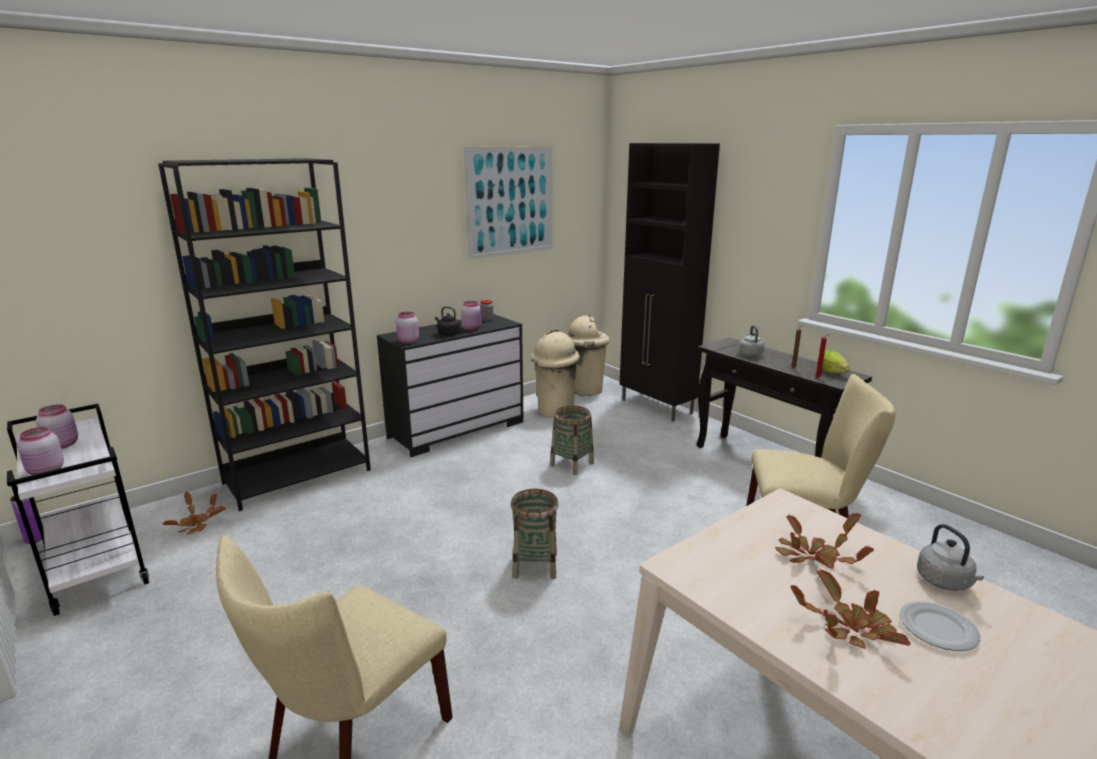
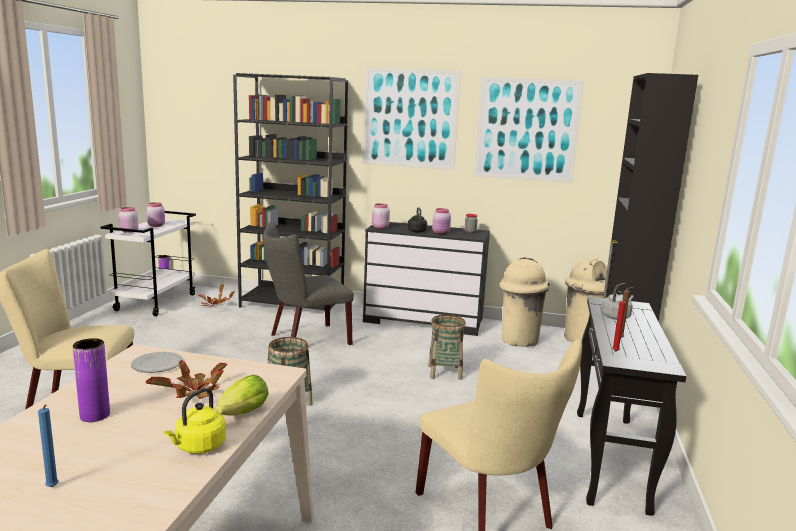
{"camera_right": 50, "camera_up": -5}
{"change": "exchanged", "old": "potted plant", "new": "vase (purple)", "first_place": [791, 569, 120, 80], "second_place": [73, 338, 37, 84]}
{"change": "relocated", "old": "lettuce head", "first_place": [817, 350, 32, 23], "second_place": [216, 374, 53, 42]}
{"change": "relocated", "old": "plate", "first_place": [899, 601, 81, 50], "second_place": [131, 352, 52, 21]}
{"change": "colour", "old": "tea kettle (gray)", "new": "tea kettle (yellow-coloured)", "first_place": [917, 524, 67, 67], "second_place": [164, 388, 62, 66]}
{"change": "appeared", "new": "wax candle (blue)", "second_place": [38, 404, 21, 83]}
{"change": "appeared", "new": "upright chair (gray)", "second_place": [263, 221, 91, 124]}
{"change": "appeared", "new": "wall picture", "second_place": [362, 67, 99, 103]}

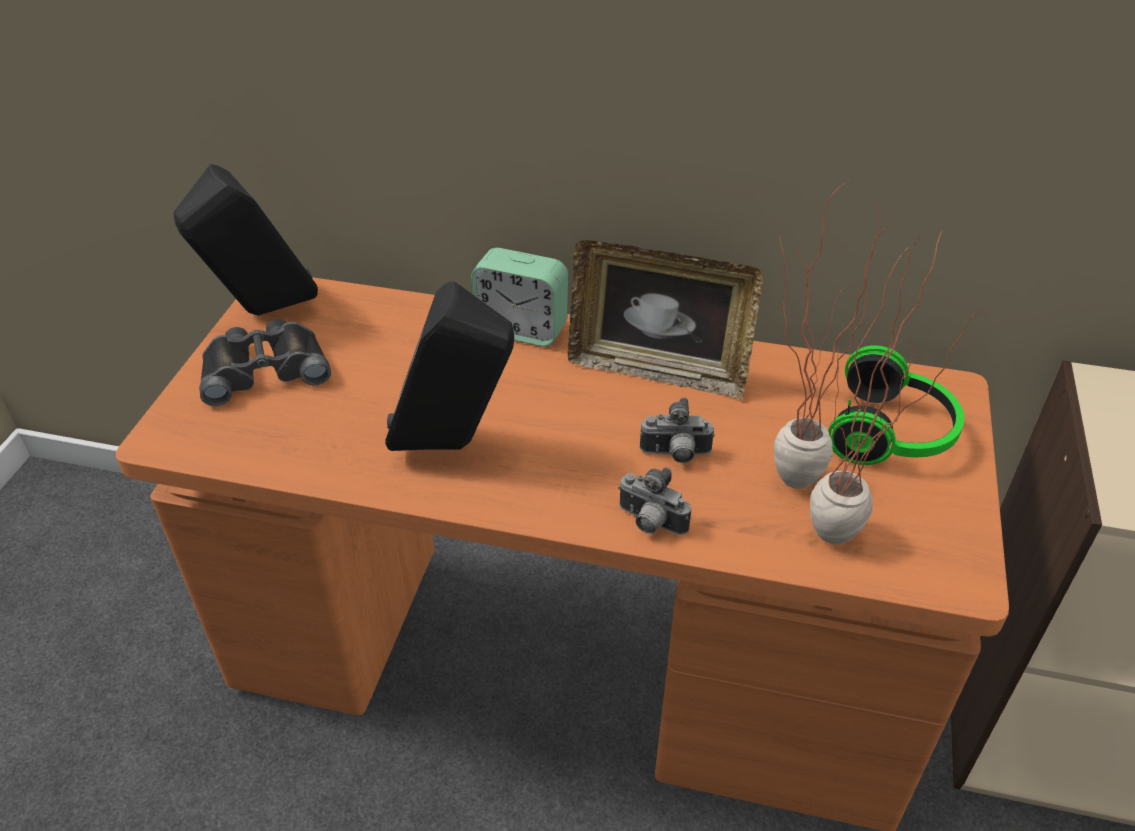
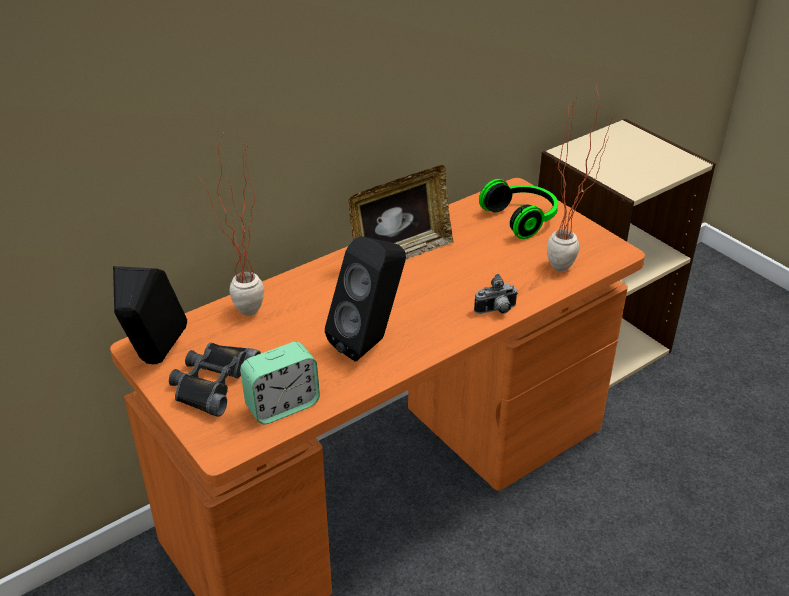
{"camera_right": -50, "camera_up": -5}
{"change": "relocated", "old": "alarm clock", "first_place": [471, 248, 97, 99], "second_place": [240, 342, 80, 82]}
{"change": "missing", "old": "still camera", "first_place": [640, 398, 75, 65]}
{"change": "relocated", "old": "potted plant", "first_place": [774, 181, 115, 308], "second_place": [199, 130, 65, 186]}

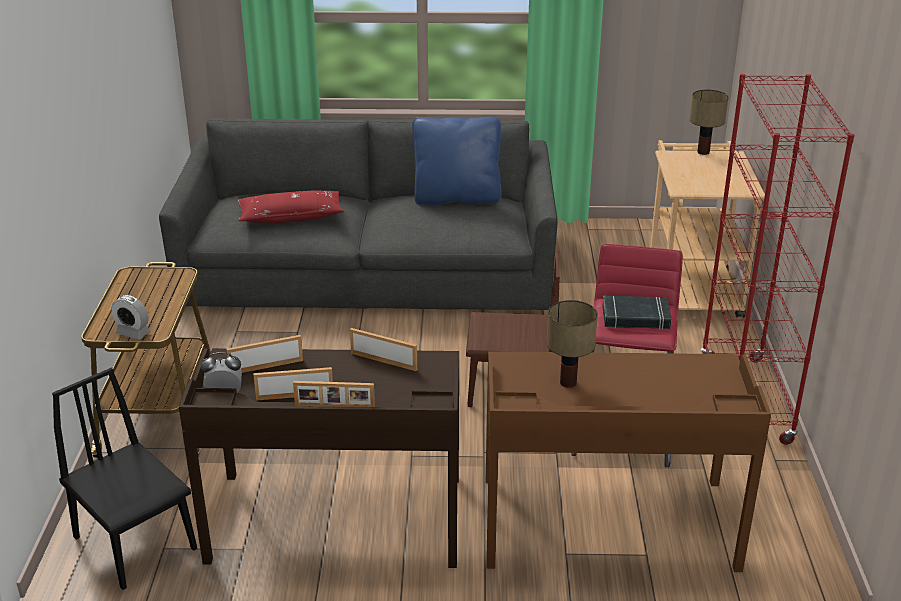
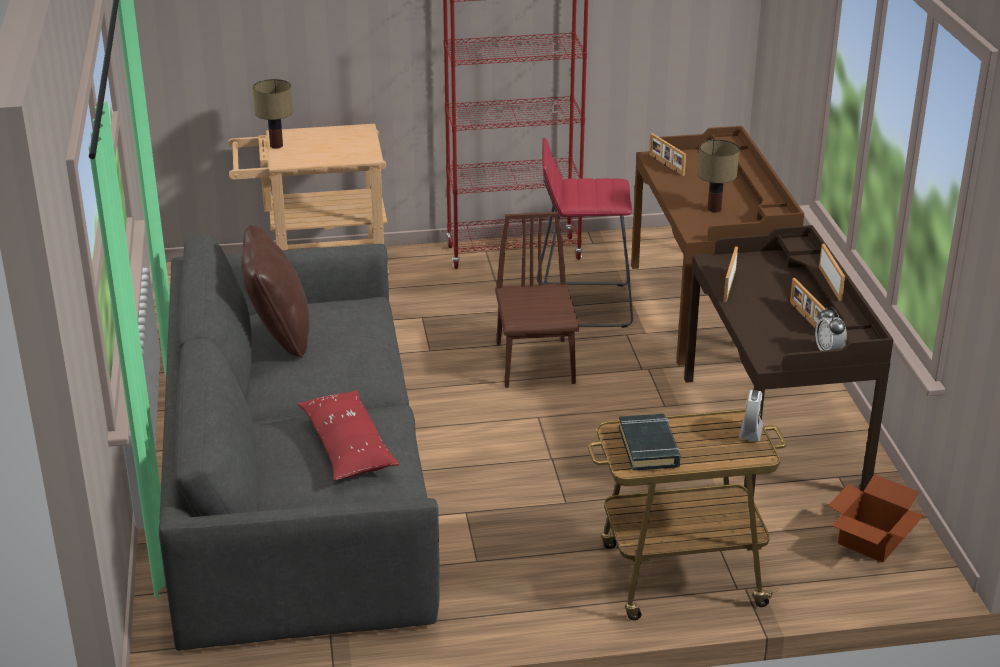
{"camera_right": -100, "camera_up": 0}
{"change": "exchanged", "old": "upright chair (black)", "new": "carton", "first_place": [52, 368, 145, 222], "second_place": [828, 474, 96, 89]}
{"change": "relocated", "old": "picture frame", "first_place": [227, 335, 76, 38], "second_place": [649, 133, 37, 43]}
{"change": "colour", "old": "cushion (blue)", "new": "cushion (brown)", "first_place": [412, 117, 90, 88], "second_place": [241, 224, 68, 134]}
{"change": "relocated", "old": "bound book (black)", "first_place": [602, 296, 70, 34], "second_place": [619, 414, 62, 57]}

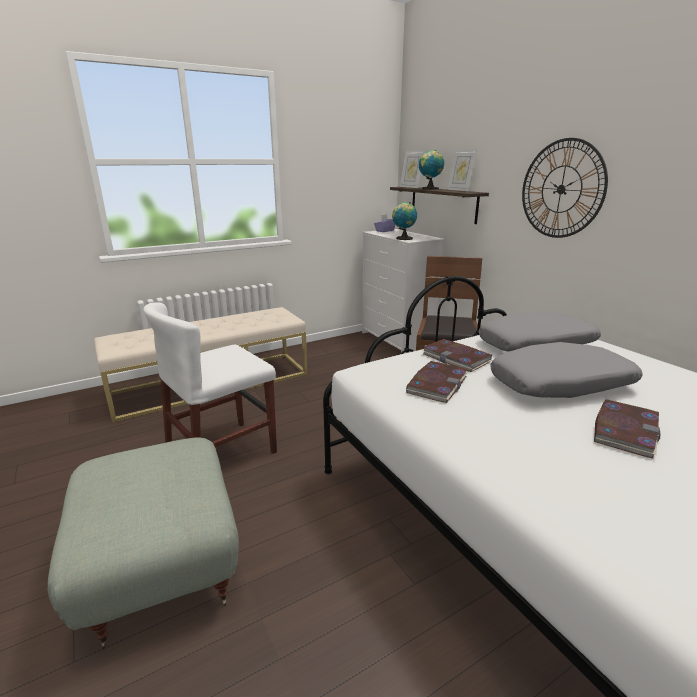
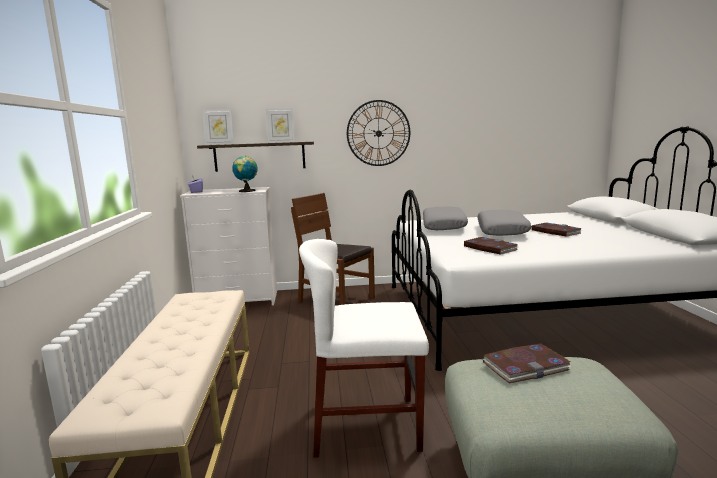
{"camera_right": -65, "camera_up": -10}
{"change": "spun", "old": "upright chair (white-coloured)", "first_place": [143, 302, 134, 152], "second_place": [299, 239, 130, 219], "degrees": 105}
{"change": "missing", "old": "desk globe", "first_place": [419, 150, 25, 40]}
{"change": "relocated", "old": "bound book", "first_place": [422, 339, 70, 33], "second_place": [483, 344, 88, 39]}

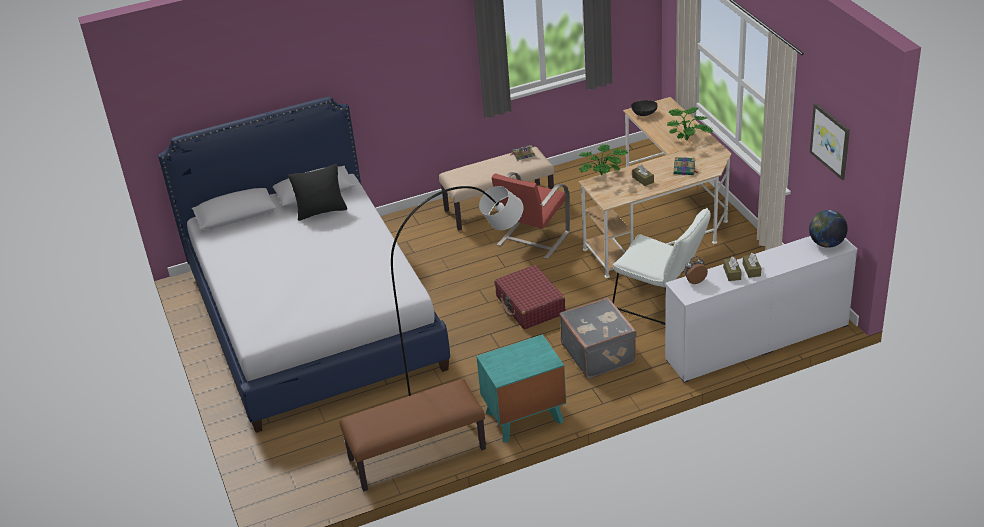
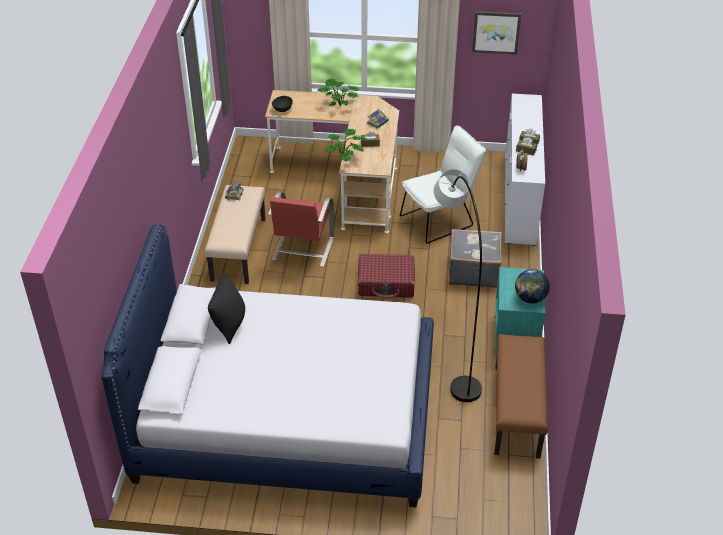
{"camera_right": -65, "camera_up": 5}
{"change": "spun", "old": "upright chair (reddish)", "first_place": [492, 172, 78, 87], "second_place": [268, 191, 66, 76], "degrees": 45}
{"change": "relocated", "old": "desk globe", "first_place": [809, 210, 39, 38], "second_place": [515, 269, 35, 35]}

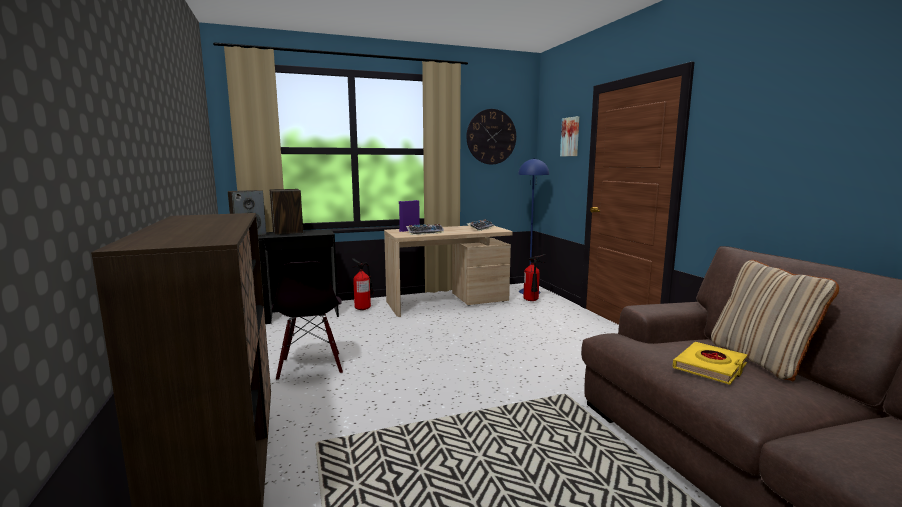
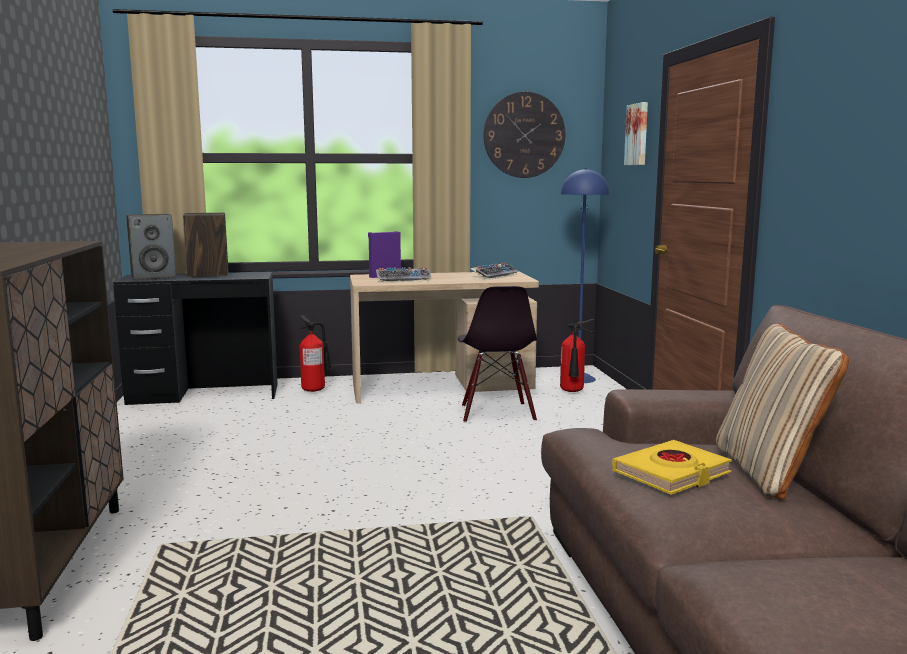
{"camera_right": 10, "camera_up": 0}
{"change": "relocated", "old": "upright chair (black)", "first_place": [271, 261, 72, 119], "second_place": [458, 286, 79, 137]}

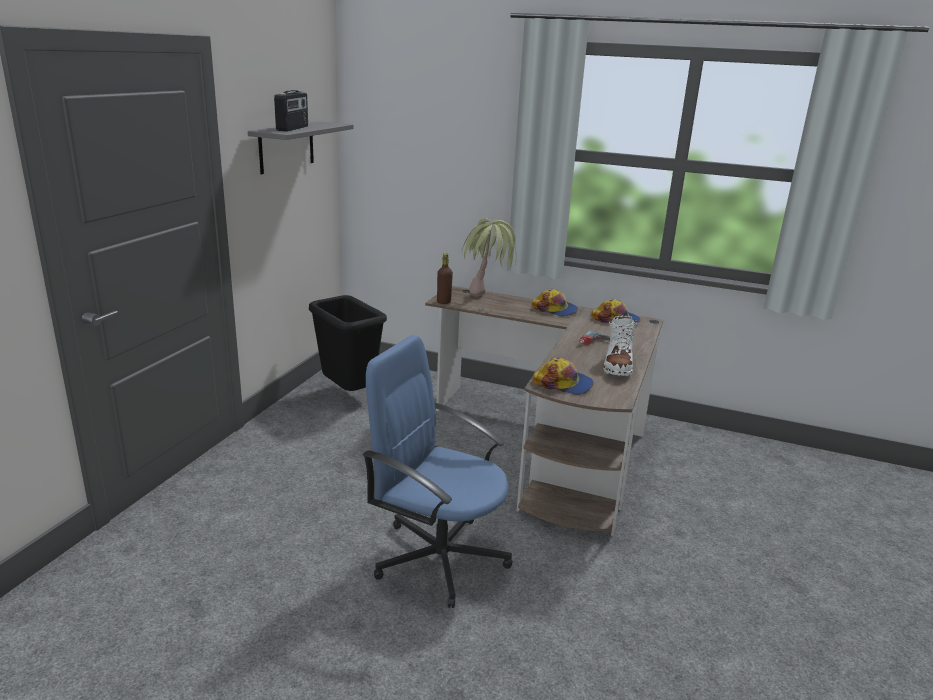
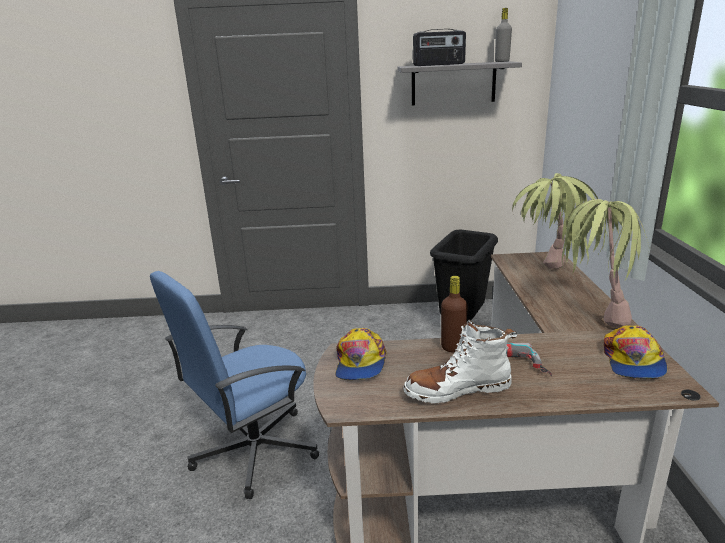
{"camera_right": 70, "camera_up": 0}
{"change": "spun", "old": "office chair (blue)", "first_place": [362, 335, 151, 273], "second_place": [150, 271, 169, 228], "degrees": -135}
{"change": "relocated", "old": "drink bottle (brown)", "first_place": [437, 253, 16, 51], "second_place": [441, 276, 27, 77]}
{"change": "exchanged", "old": "peaked cap", "new": "potted plant", "first_place": [532, 289, 46, 27], "second_place": [562, 199, 87, 129]}
{"change": "appeared", "new": "drink bottle (gray)", "second_place": [495, 8, 17, 54]}

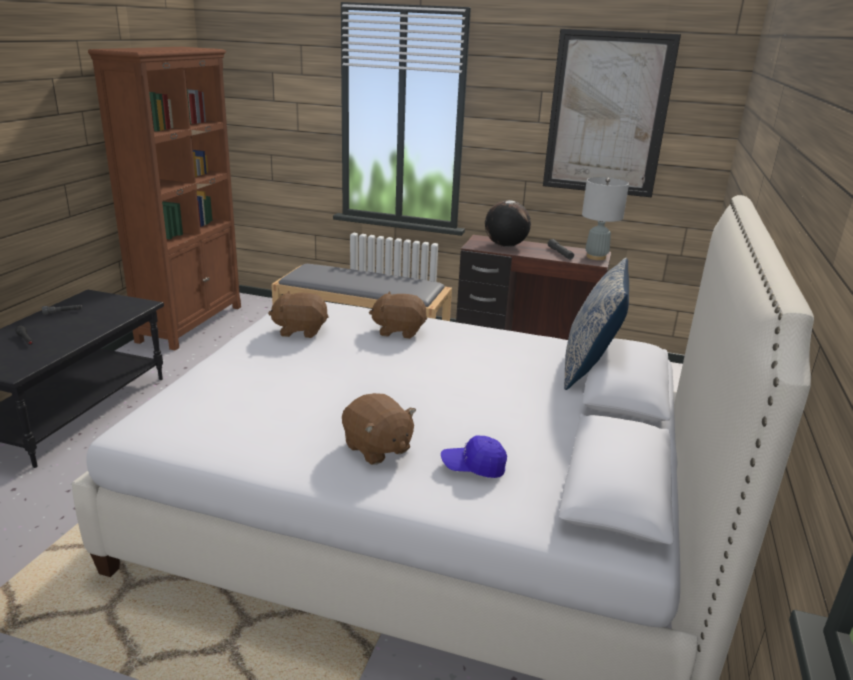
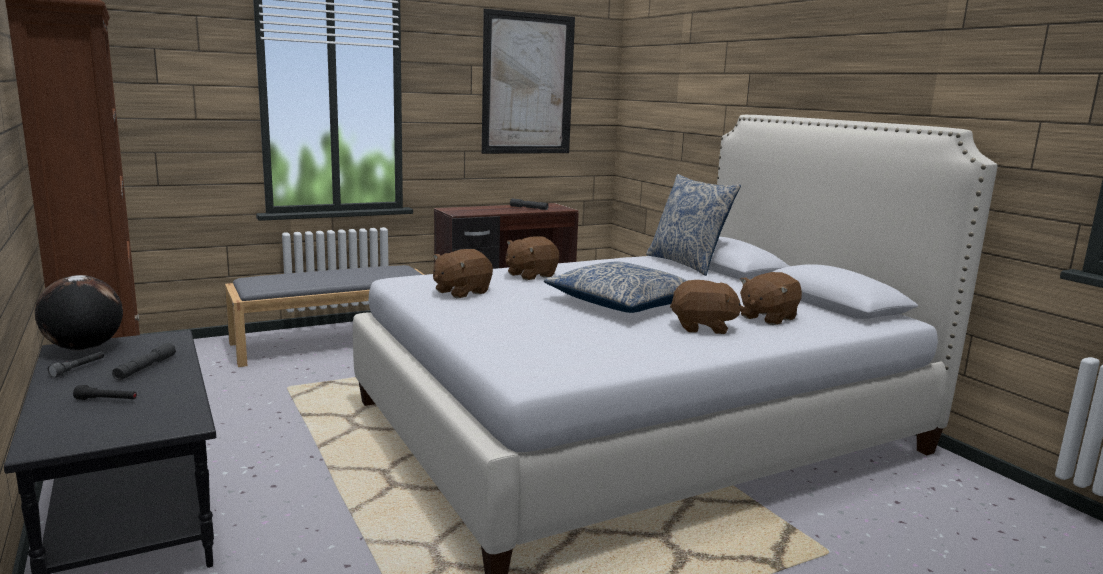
{"camera_right": -45, "camera_up": -10}
{"change": "exchanged", "old": "peaked cap (blue)", "new": "plush toy (brown)", "first_place": [441, 435, 66, 43], "second_place": [740, 272, 62, 53]}
{"change": "relocated", "old": "desk globe", "first_place": [485, 200, 46, 47], "second_place": [35, 275, 88, 75]}
{"change": "missing", "old": "table lamp (gray)", "first_place": [582, 177, 47, 83]}
{"change": "appeared", "new": "flashlight (gray)", "second_place": [112, 343, 64, 37]}
{"change": "appeared", "new": "cushion", "second_place": [544, 262, 143, 51]}

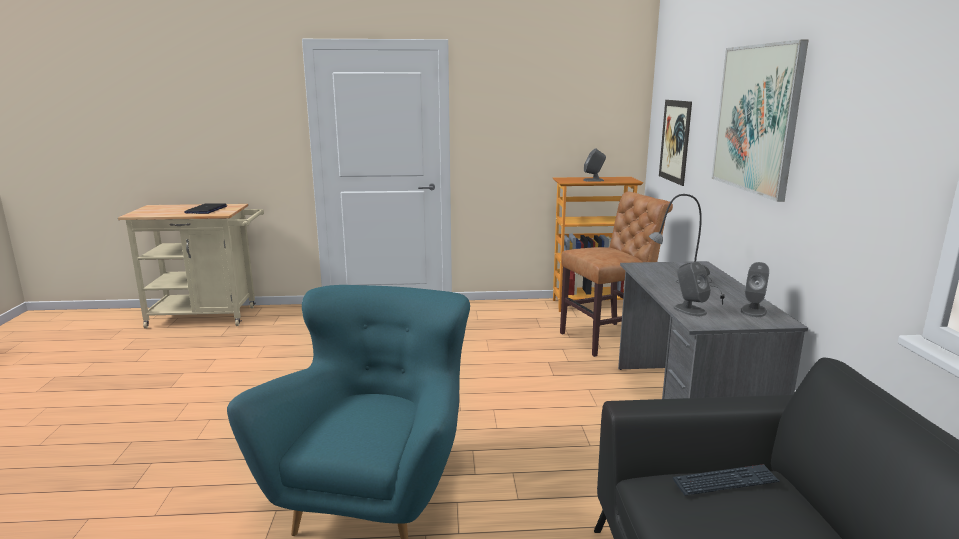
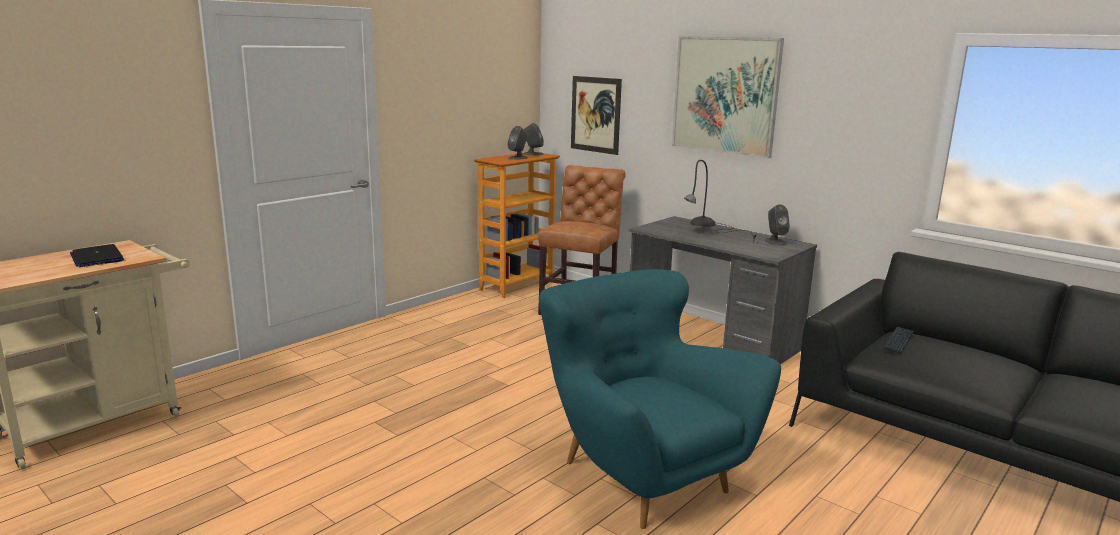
{"camera_right": -45, "camera_up": 0}
{"change": "relocated", "old": "loudspeaker (gray)", "first_place": [673, 261, 38, 55], "second_place": [524, 123, 20, 32]}

